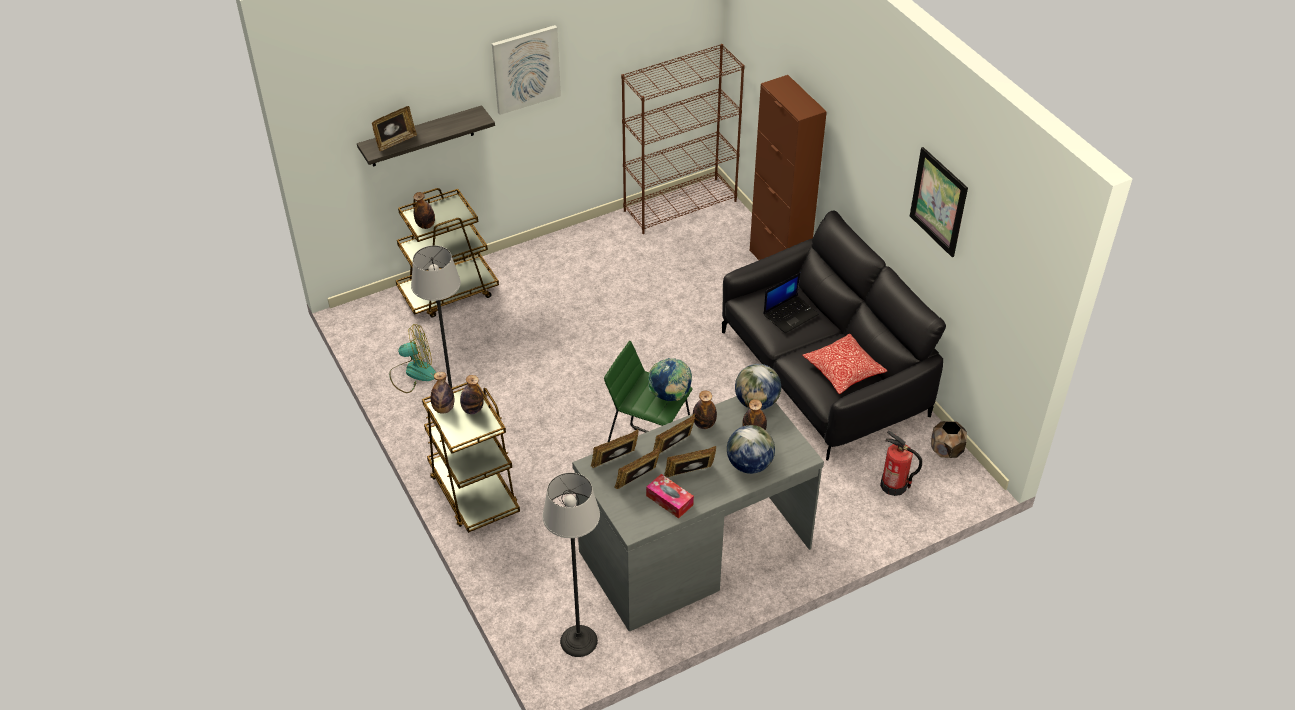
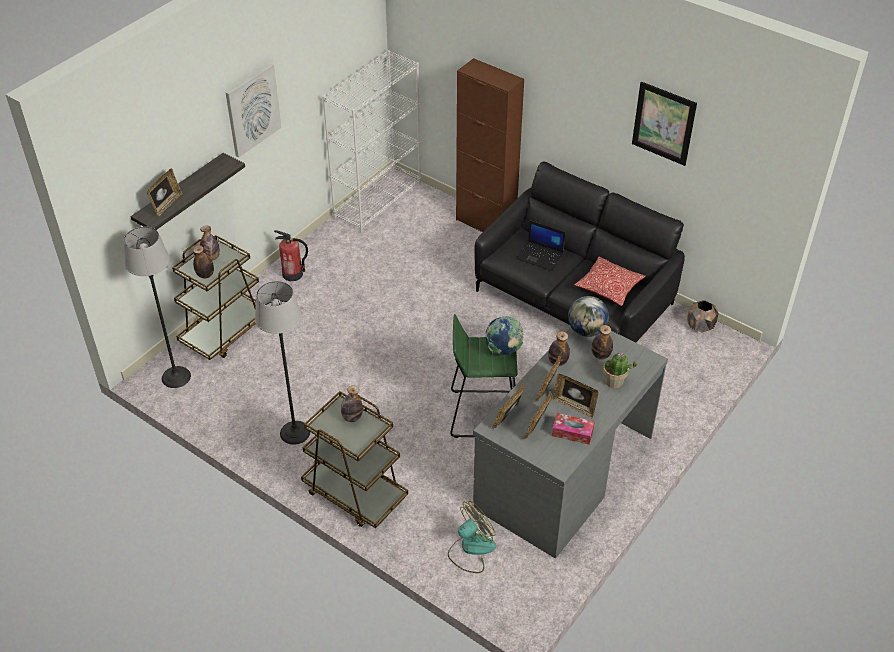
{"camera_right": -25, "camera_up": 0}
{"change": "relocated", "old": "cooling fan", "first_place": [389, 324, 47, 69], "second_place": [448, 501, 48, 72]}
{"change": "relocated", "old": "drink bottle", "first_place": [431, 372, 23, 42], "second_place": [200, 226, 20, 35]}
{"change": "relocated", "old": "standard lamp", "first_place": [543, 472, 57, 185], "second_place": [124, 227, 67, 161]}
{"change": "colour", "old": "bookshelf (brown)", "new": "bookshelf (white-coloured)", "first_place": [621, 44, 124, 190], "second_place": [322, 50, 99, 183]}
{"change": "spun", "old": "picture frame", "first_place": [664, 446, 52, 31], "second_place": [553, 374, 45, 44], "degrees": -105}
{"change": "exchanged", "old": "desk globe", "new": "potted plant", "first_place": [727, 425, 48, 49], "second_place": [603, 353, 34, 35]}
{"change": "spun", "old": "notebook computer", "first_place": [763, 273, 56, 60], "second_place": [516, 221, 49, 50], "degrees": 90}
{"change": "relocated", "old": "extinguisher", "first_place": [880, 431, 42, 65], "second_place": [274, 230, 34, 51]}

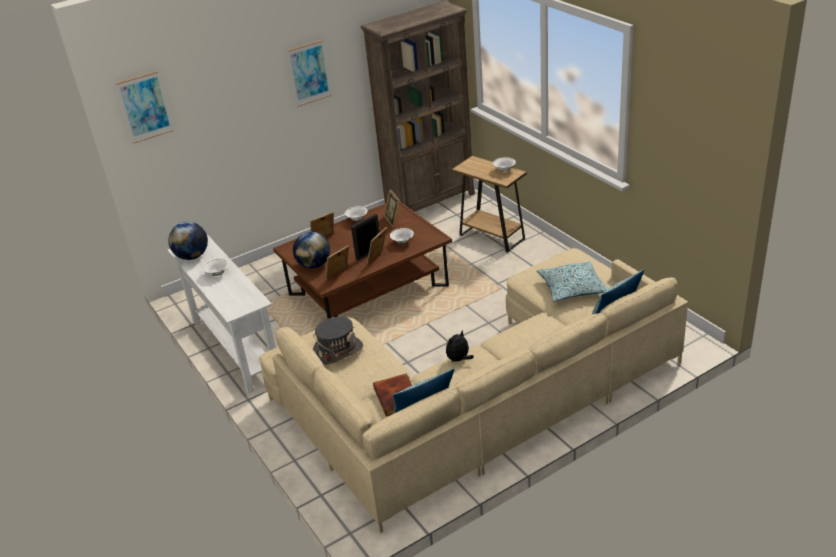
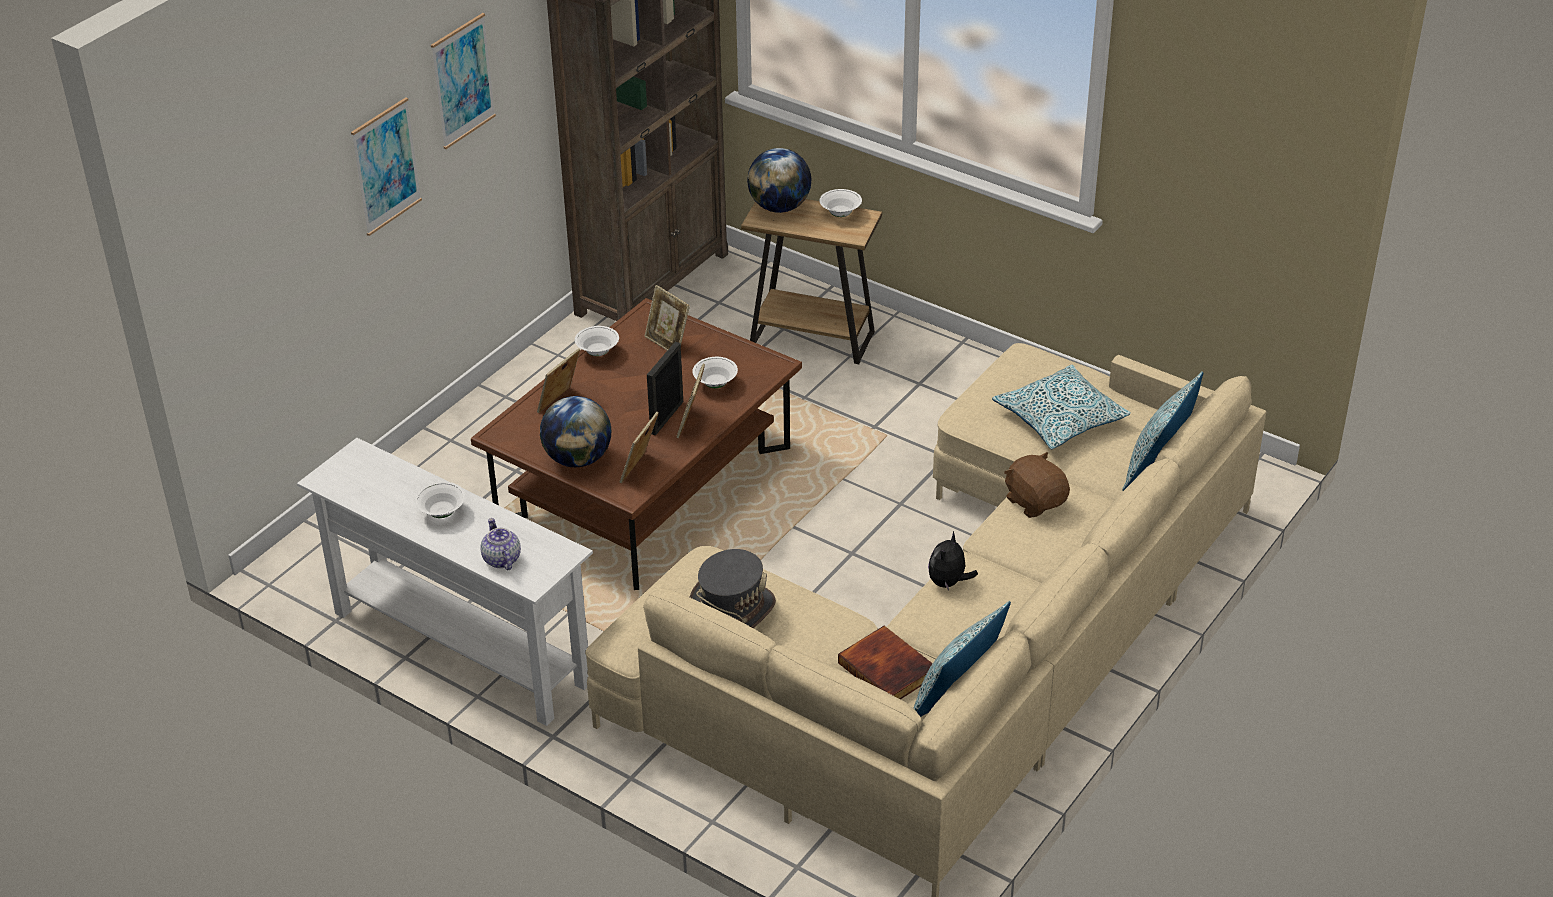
{"camera_right": -25, "camera_up": 5}
{"change": "relocated", "old": "wall picture", "first_place": [116, 71, 57, 72], "second_place": [351, 97, 71, 139]}
{"change": "relocated", "old": "desk globe", "first_place": [168, 222, 40, 38], "second_place": [747, 148, 64, 65]}
{"change": "appeared", "new": "teapot", "second_place": [481, 518, 40, 52]}
{"change": "appeared", "new": "plush toy (brown)", "second_place": [1004, 452, 66, 66]}

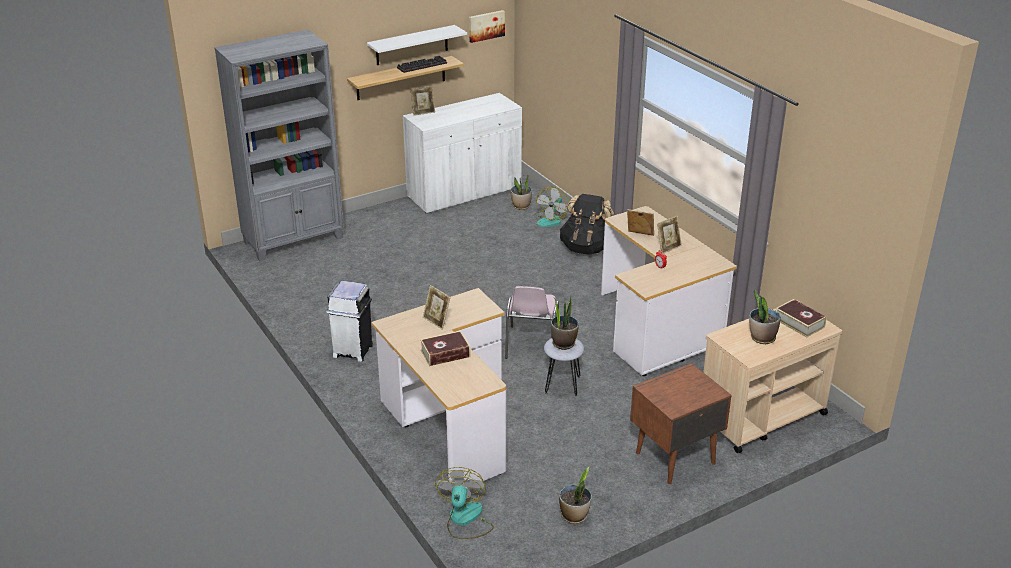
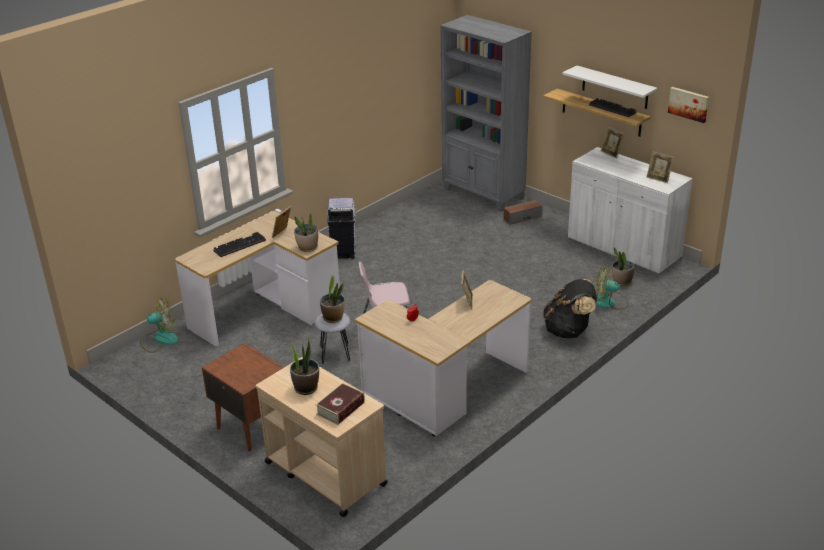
{"camera_right": 75, "camera_up": 0}
{"change": "exchanged", "old": "bound book", "new": "keyboard", "first_place": [420, 331, 51, 35], "second_place": [213, 232, 53, 25]}
{"change": "relocated", "old": "potted plant", "first_place": [559, 467, 33, 57], "second_place": [294, 214, 24, 38]}
{"change": "relocated", "old": "picture frame", "first_place": [657, 216, 25, 38], "second_place": [646, 152, 28, 31]}
{"change": "appeared", "new": "loudspeaker", "second_place": [504, 200, 39, 25]}

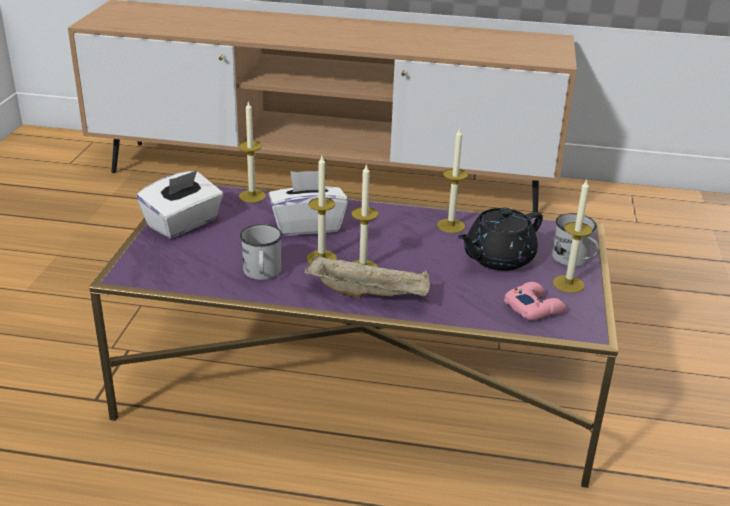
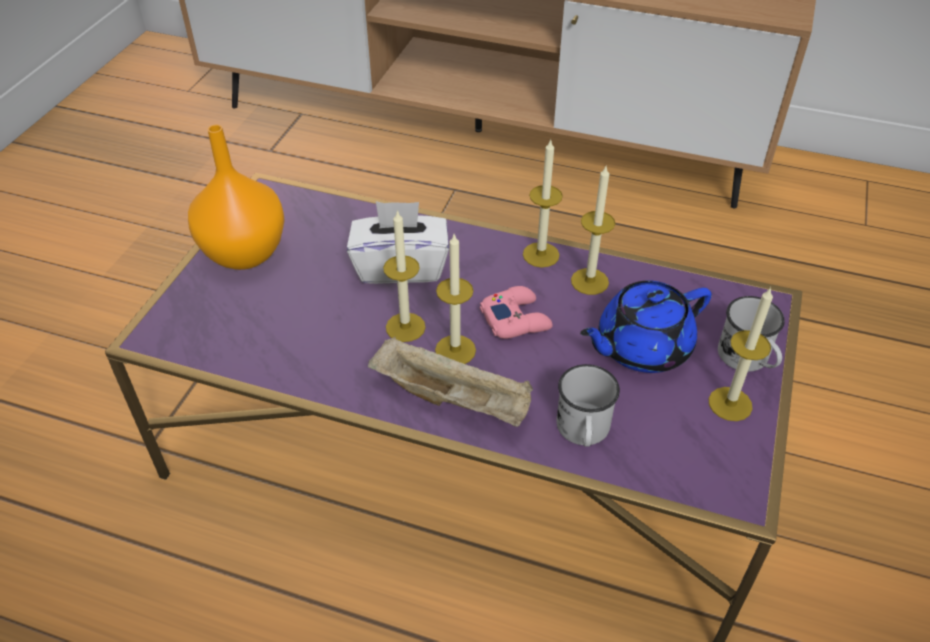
{"camera_right": 10, "camera_up": 15}
{"change": "exchanged", "old": "box of tissues (white-coloured)", "new": "vase (orange)", "first_place": [137, 170, 86, 68], "second_place": [188, 125, 97, 145]}
{"change": "relocated", "old": "wax candle", "first_place": [238, 100, 28, 103], "second_place": [523, 139, 40, 128]}
{"change": "relocated", "old": "mug (white-coloured)", "first_place": [240, 224, 42, 56], "second_place": [556, 364, 64, 83]}
{"change": "colour", "old": "teapot (black)", "new": "teapot (blue)", "first_place": [458, 208, 85, 63], "second_place": [580, 281, 132, 92]}
{"change": "relocated", "old": "game controller (pinkish)", "first_place": [504, 282, 62, 38], "second_place": [480, 286, 73, 53]}

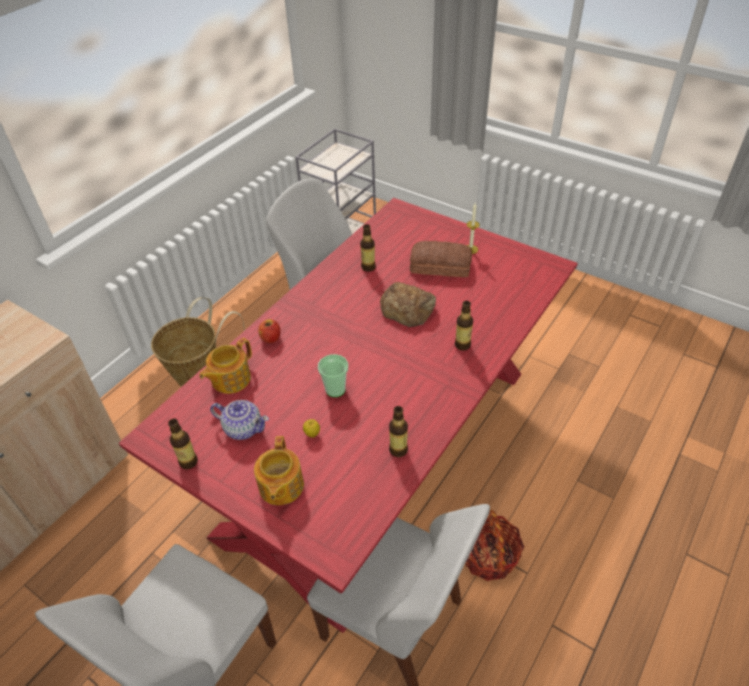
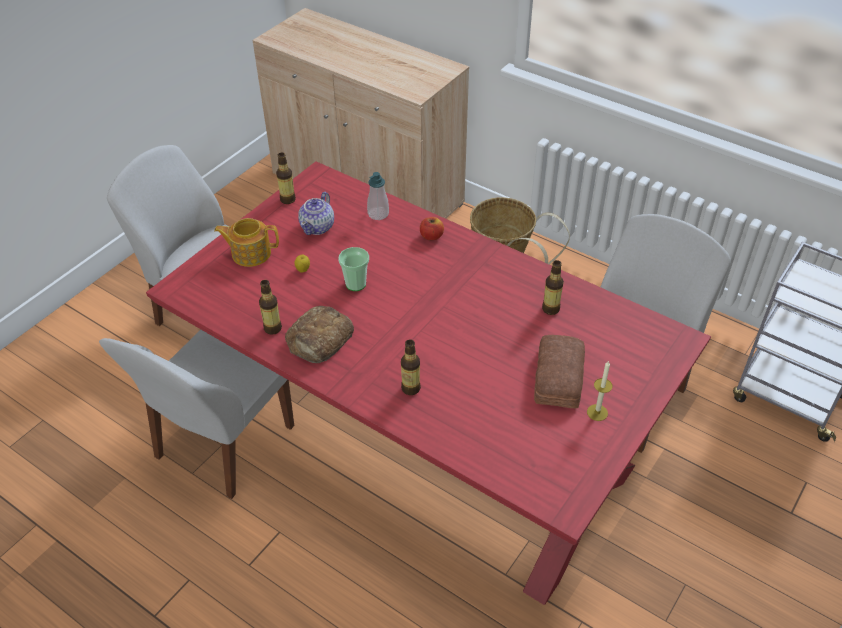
{"camera_right": 90, "camera_up": 0}
{"change": "exchanged", "old": "teapot", "new": "soap bottle", "first_place": [200, 338, 52, 56], "second_place": [367, 172, 22, 48]}
{"change": "relocated", "old": "baked bread", "first_place": [380, 282, 56, 45], "second_place": [285, 306, 69, 57]}
{"change": "missing", "old": "basket", "first_place": [465, 510, 59, 71]}

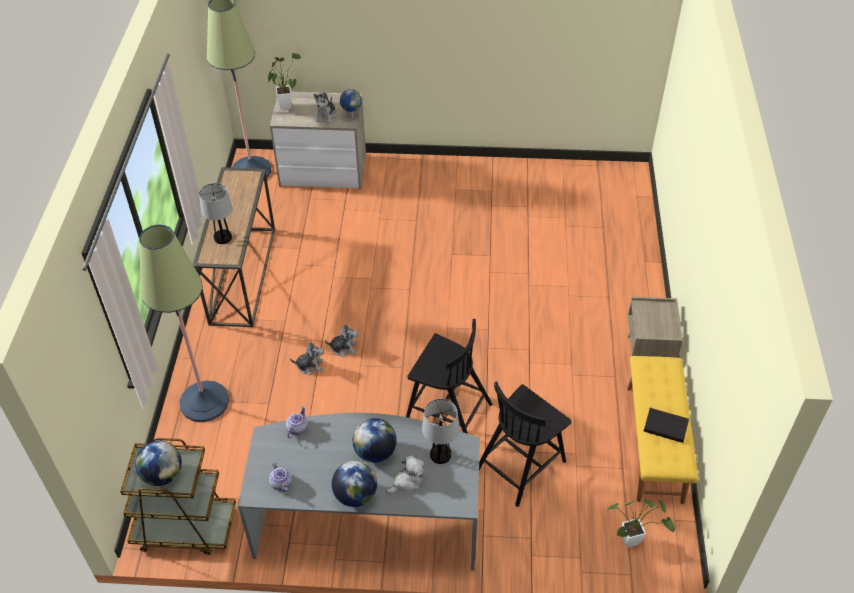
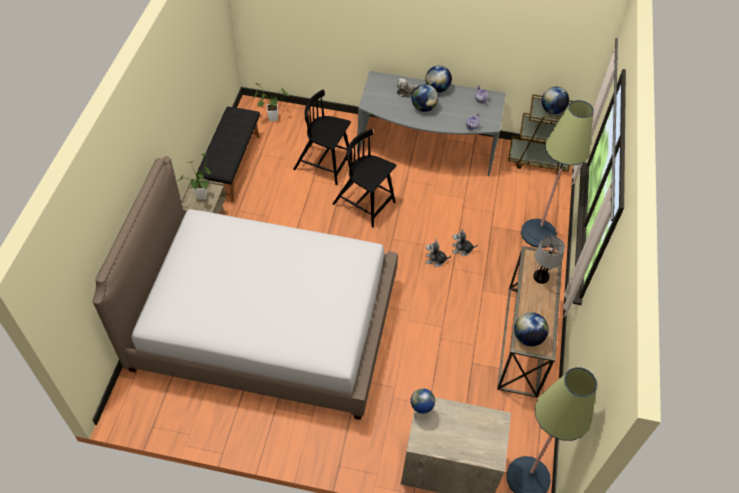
{"camera_right": -175, "camera_up": 5}
{"change": "relocated", "old": "potted plant", "first_place": [268, 53, 33, 57], "second_place": [176, 153, 35, 46]}
{"change": "missing", "old": "plush toy", "first_place": [313, 92, 24, 32]}
{"change": "missing", "old": "table lamp", "first_place": [422, 399, 38, 65]}
{"change": "spun", "old": "upright chair (black)", "first_place": [479, 381, 93, 126], "second_place": [293, 89, 58, 96], "degrees": -120}
{"change": "colour", "old": "bench (yellow-coloured)", "new": "bench (black)", "first_place": [627, 356, 71, 148], "second_place": [198, 107, 62, 95]}
{"change": "missing", "old": "bound book (black)", "first_place": [644, 408, 45, 35]}
{"change": "appeared", "new": "sleeping bed", "second_place": [93, 156, 305, 264]}
{"change": "appeared", "new": "desk globe", "second_place": [514, 312, 35, 34]}

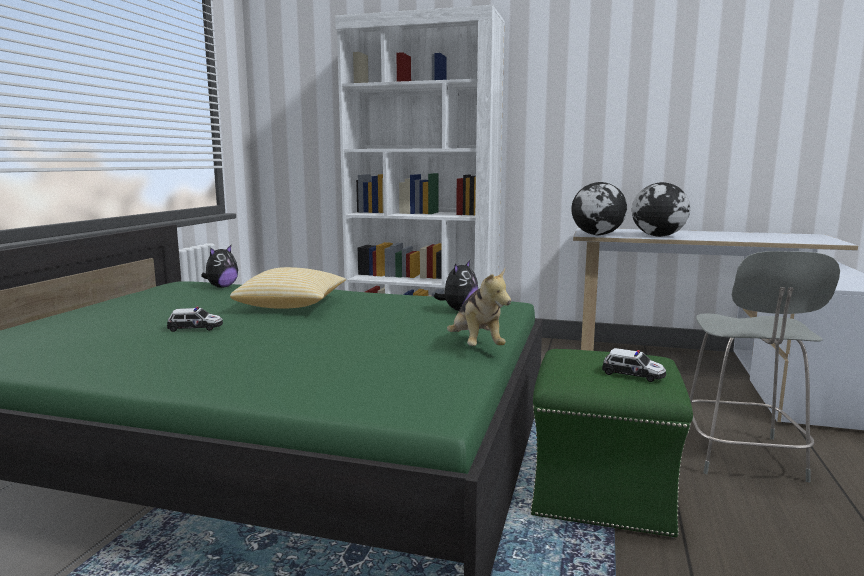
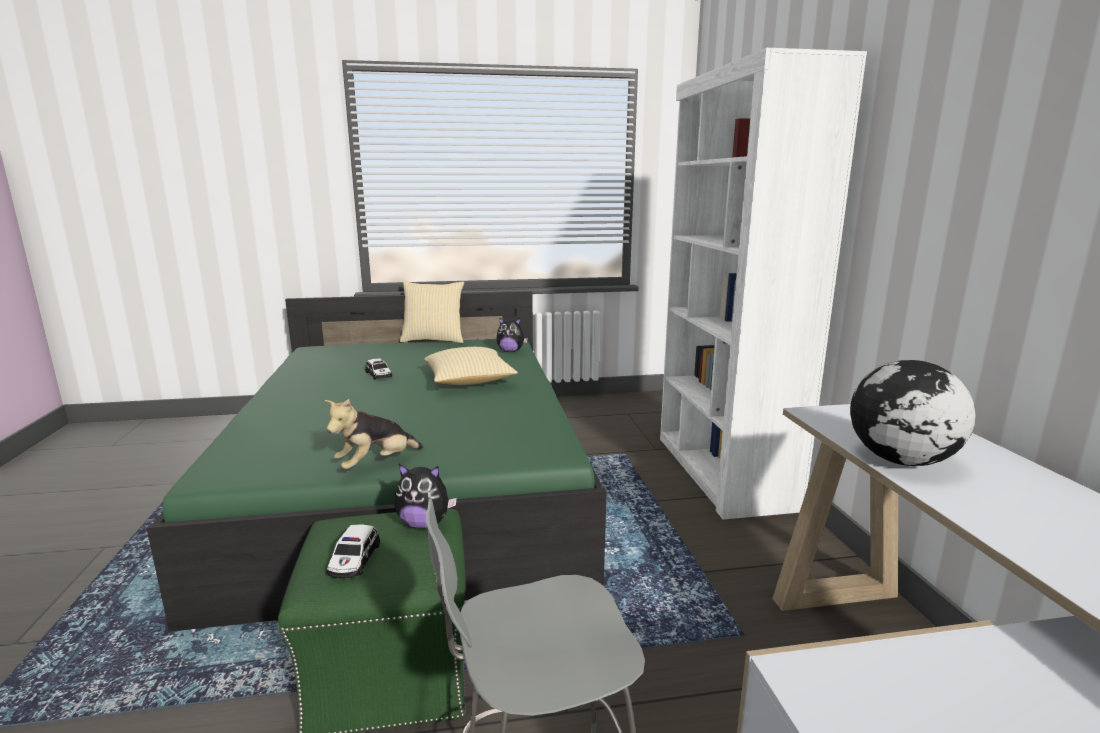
{"camera_right": 65, "camera_up": 5}
{"change": "relocated", "old": "plush toy", "first_place": [434, 260, 44, 51], "second_place": [394, 464, 63, 65]}
{"change": "missing", "old": "desk globe", "first_place": [571, 182, 56, 53]}
{"change": "appeared", "new": "cushion", "second_place": [400, 281, 64, 62]}

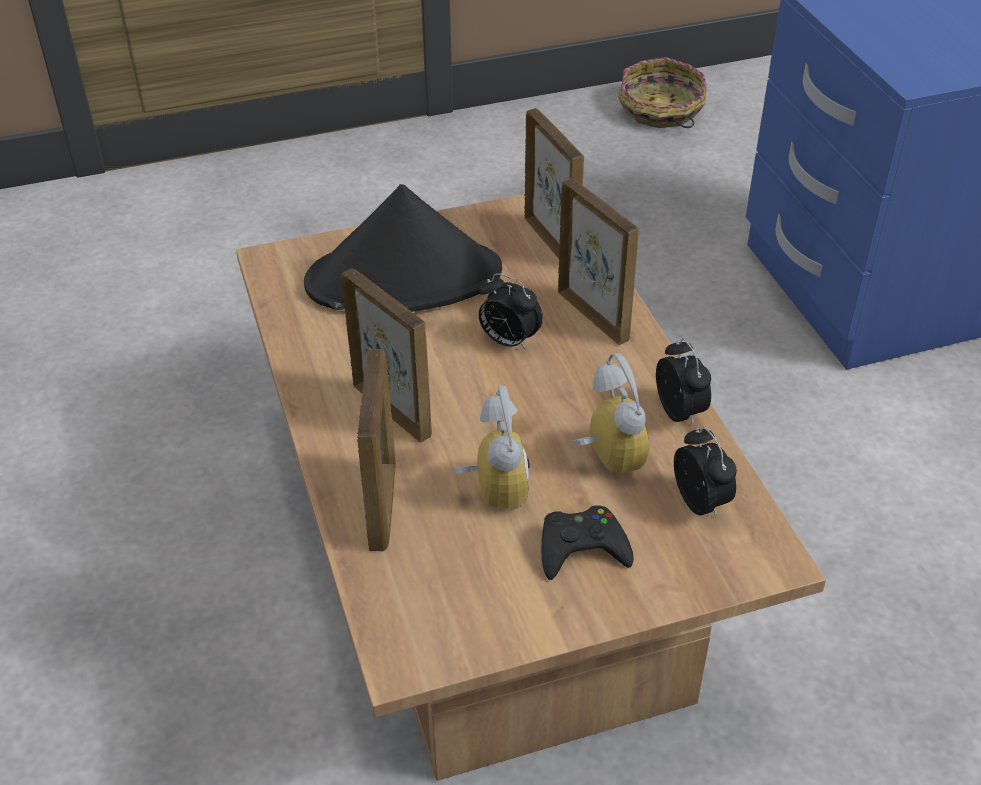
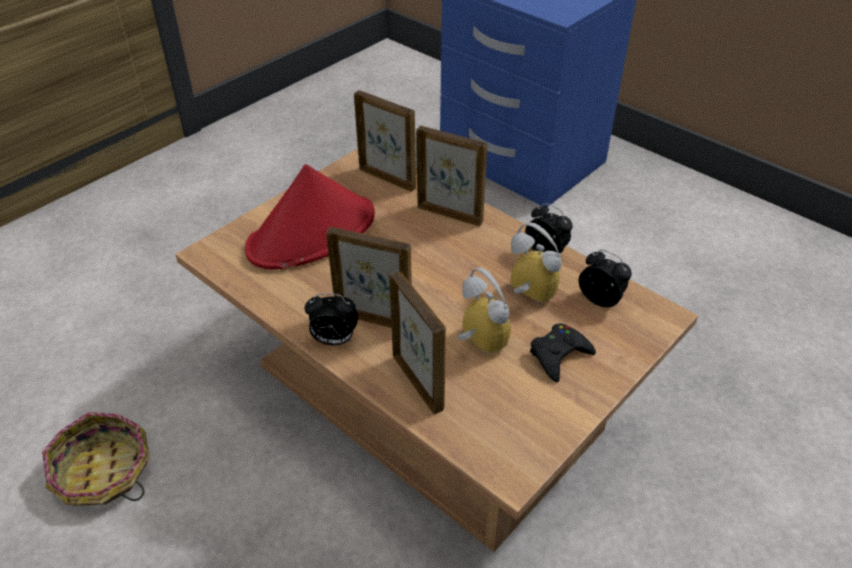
{"camera_right": -30, "camera_up": 0}
{"change": "colour", "old": "hat (black)", "new": "hat (reddish)", "first_place": [304, 184, 198, 128], "second_place": [245, 164, 130, 105]}
{"change": "relocated", "old": "alarm clock", "first_place": [479, 273, 64, 77], "second_place": [305, 293, 53, 52]}
{"change": "relocated", "old": "basket", "first_place": [618, 57, 88, 71], "second_place": [42, 412, 107, 94]}

